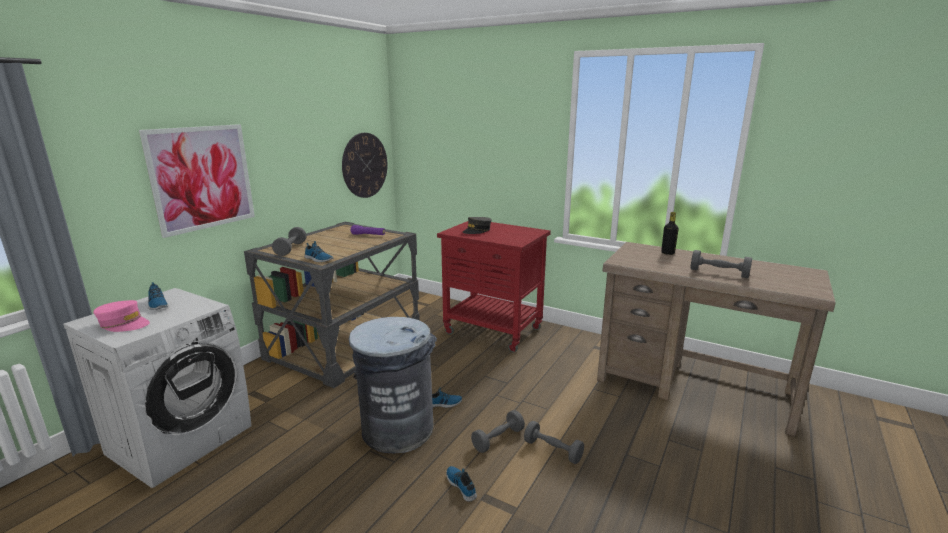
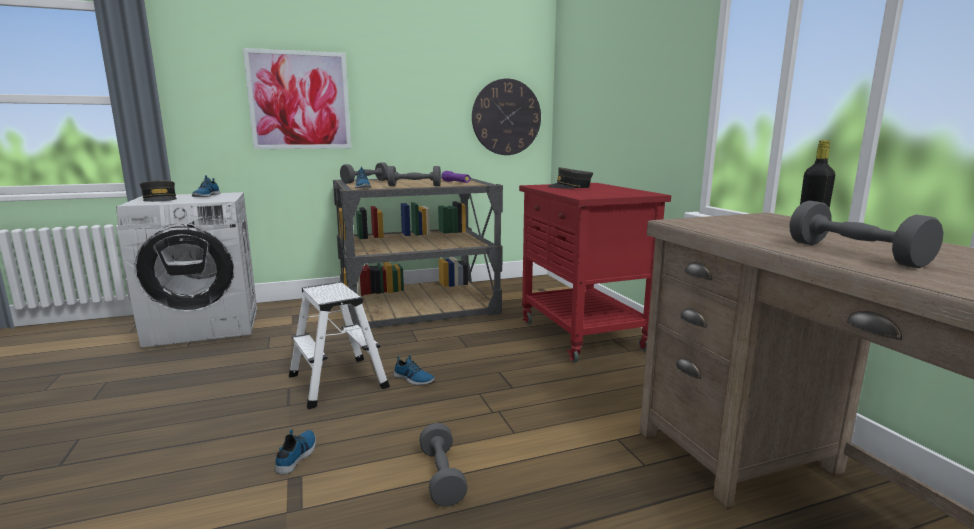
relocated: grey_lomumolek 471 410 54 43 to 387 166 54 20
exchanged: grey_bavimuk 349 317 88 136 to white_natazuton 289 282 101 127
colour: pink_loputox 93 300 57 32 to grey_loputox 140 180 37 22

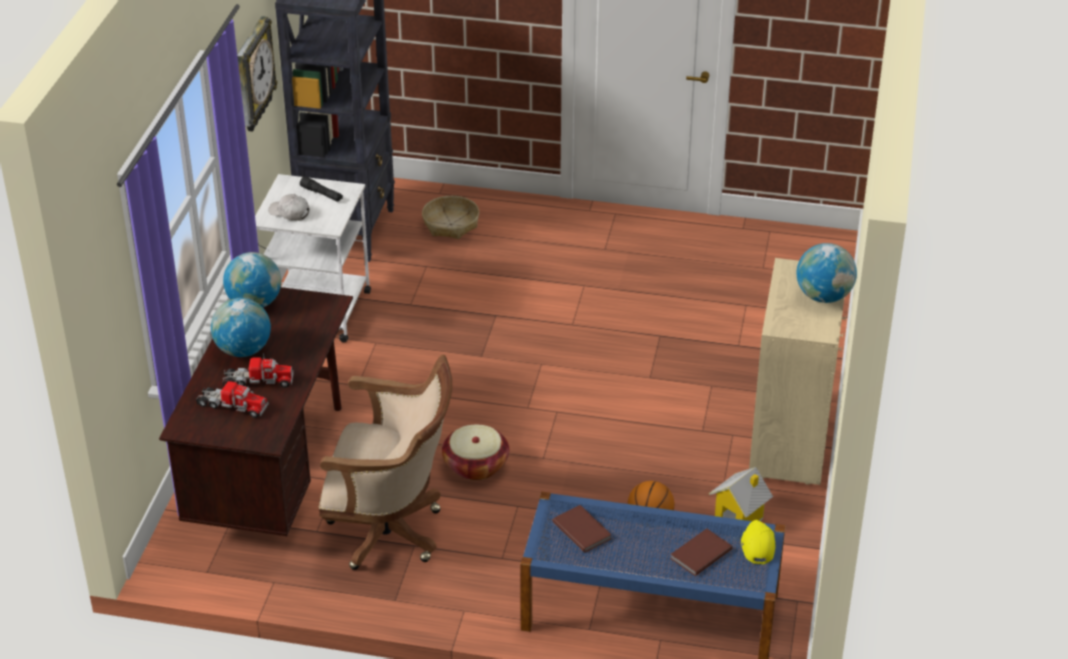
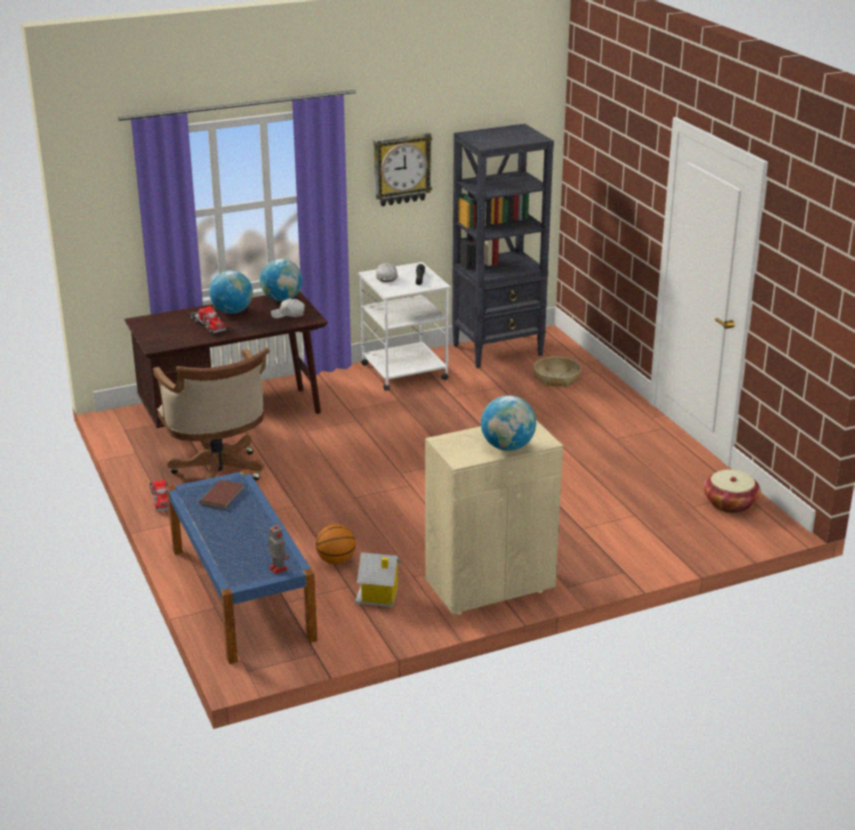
missing: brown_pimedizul 670 528 62 48
appeared: white_loputox 271 298 34 20
relocated: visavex 196 379 72 39 to 149 480 20 32; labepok 442 424 67 56 to 704 469 57 44
exchanged: yellow_loputox 741 520 35 44 to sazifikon 268 524 21 50

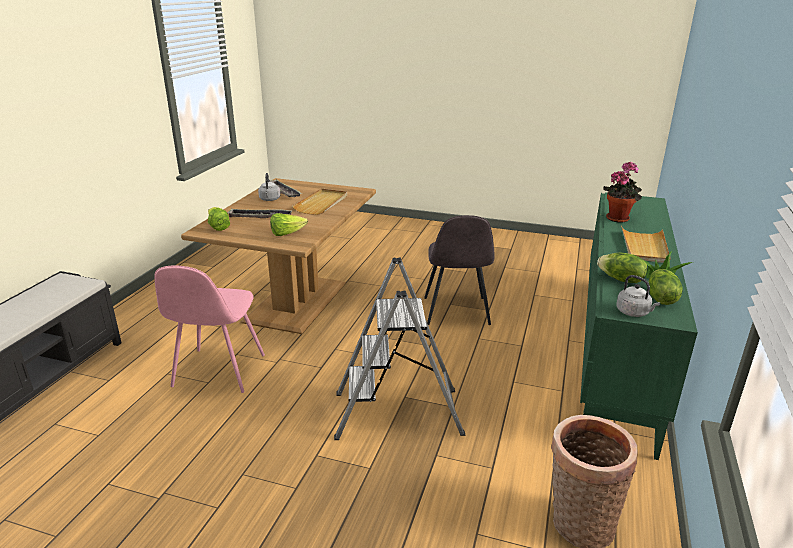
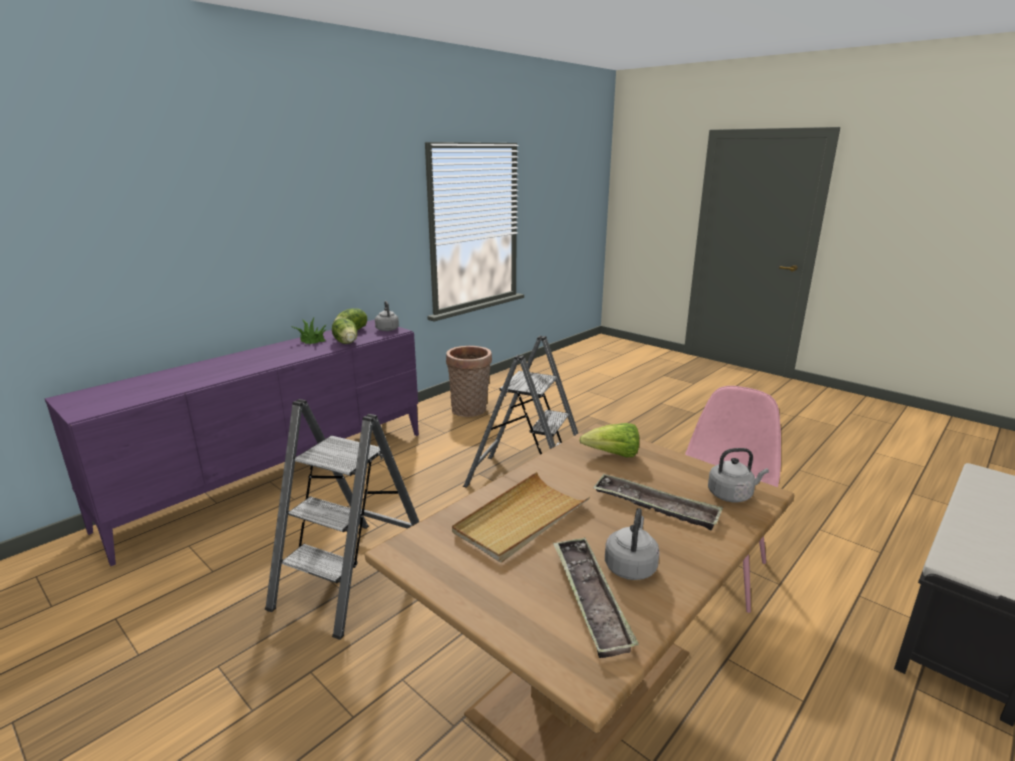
missing: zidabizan 603 161 39 62; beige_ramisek 621 226 50 37
exchanged: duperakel 208 207 22 24 to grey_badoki 708 448 61 54; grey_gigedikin 424 215 71 110 to grey_natazuton 265 399 154 241
colour: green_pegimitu 580 193 118 267 to purple_pegimitu 45 320 374 246

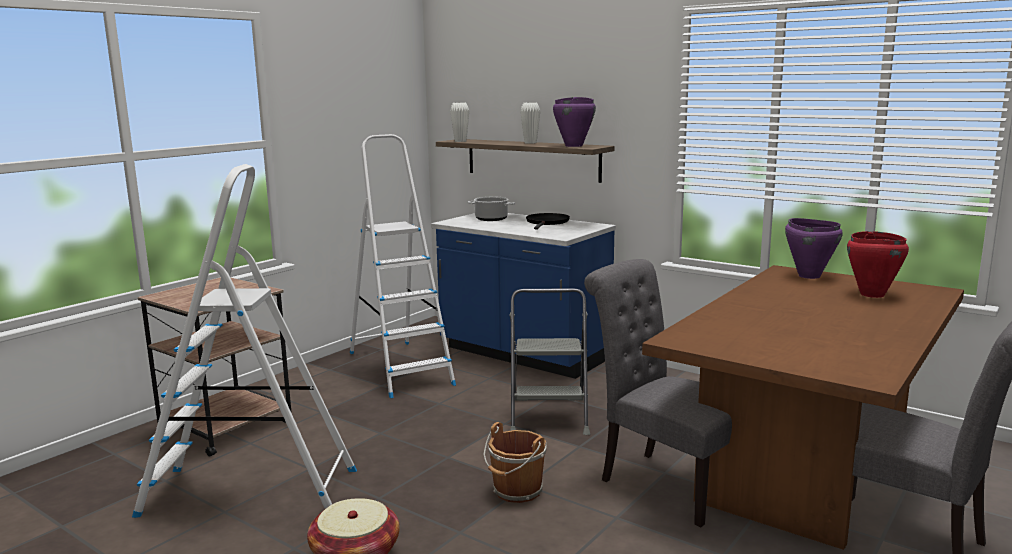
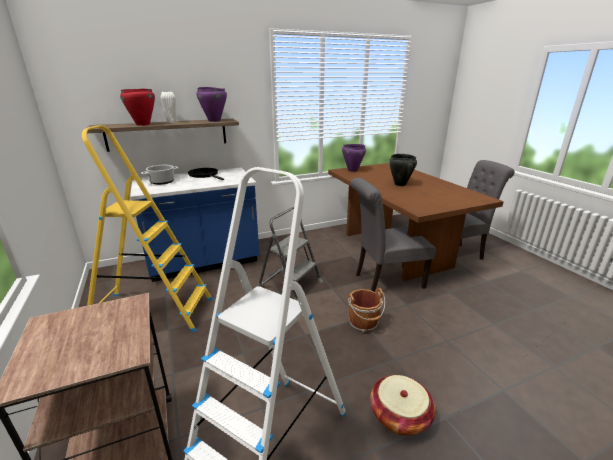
missing: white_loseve 450 102 19 40
appeared: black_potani 389 154 28 32
relocated: red_potani 847 231 62 67 to 120 89 35 37
colour: white_natazuton 350 134 106 264 to yellow_natazuton 82 125 131 207

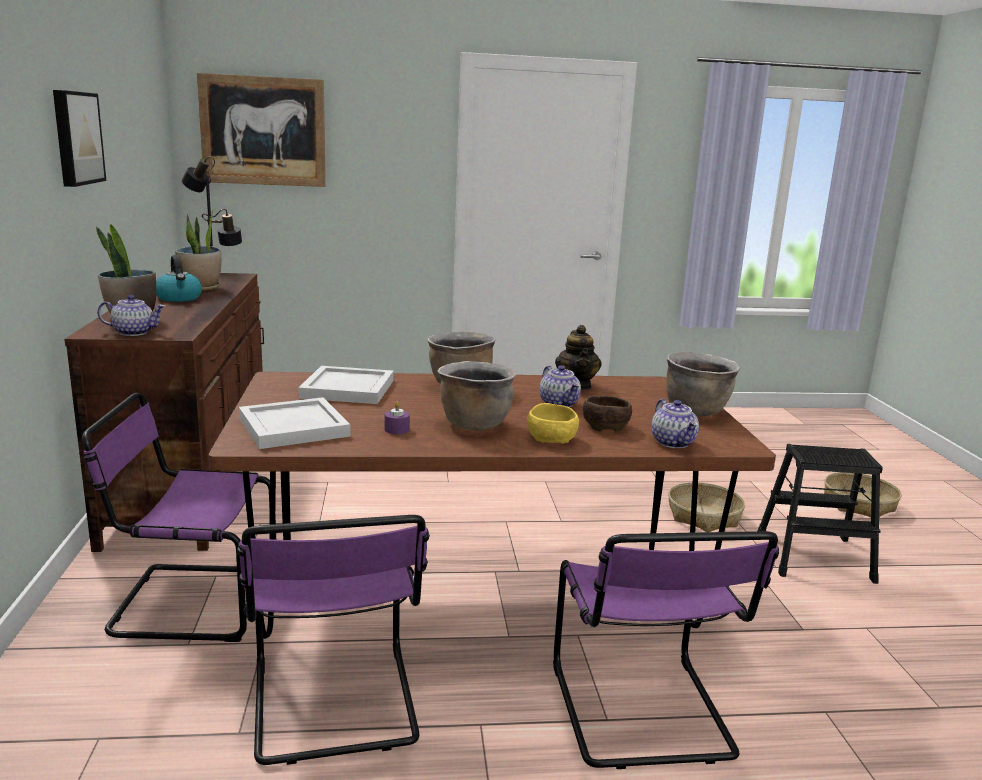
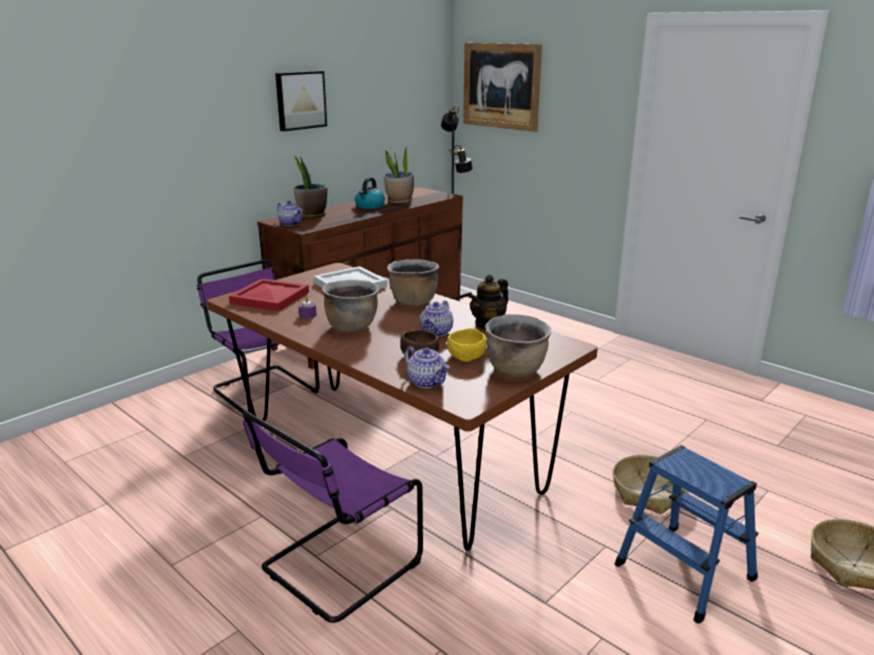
missing: purple_gigedikin 237 515 193 250
relocated: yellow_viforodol 527 403 52 41 to 447 328 40 34
colour: white_ramisek 239 397 112 52 to red_ramisek 229 279 80 32; black_natazuton 757 444 126 140 to blue_natazuton 615 445 143 179
spun: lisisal 651 399 48 49 = 404 347 46 41 75 degrees counterclockwise

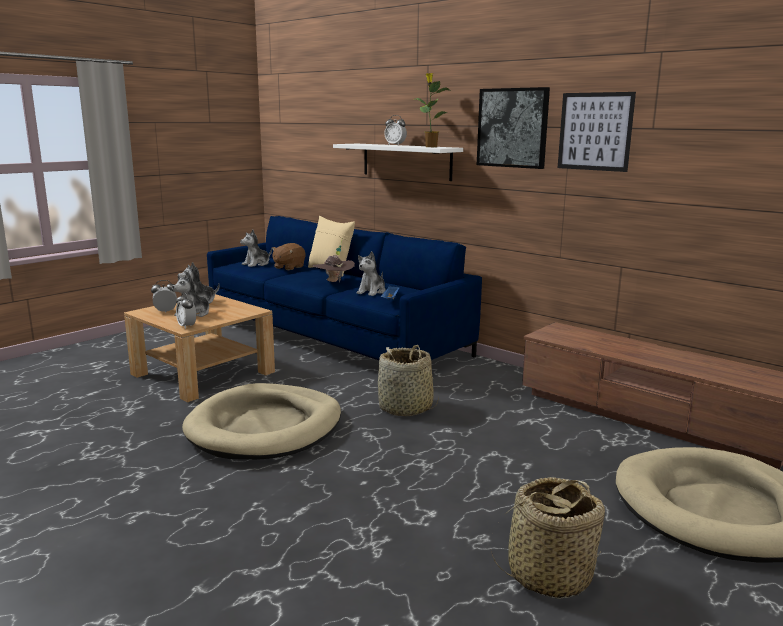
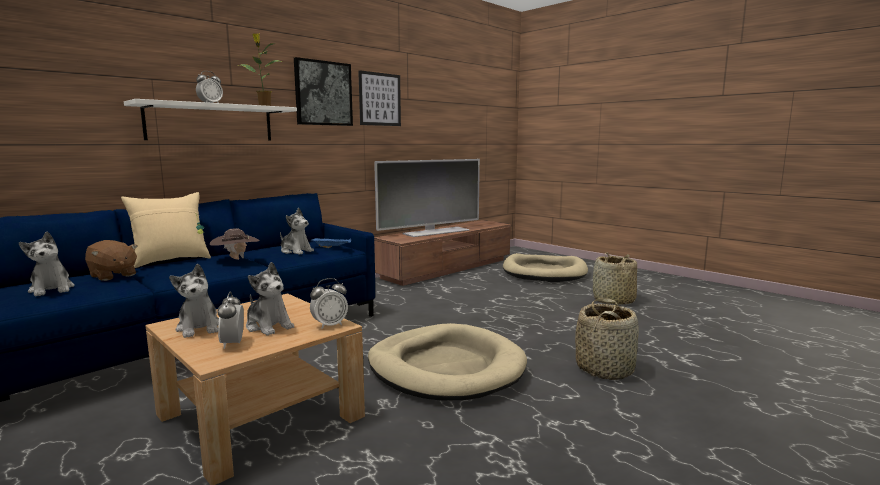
appeared: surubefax 374 159 106 78
relocated: labepok 378 345 61 71 to 575 298 64 82

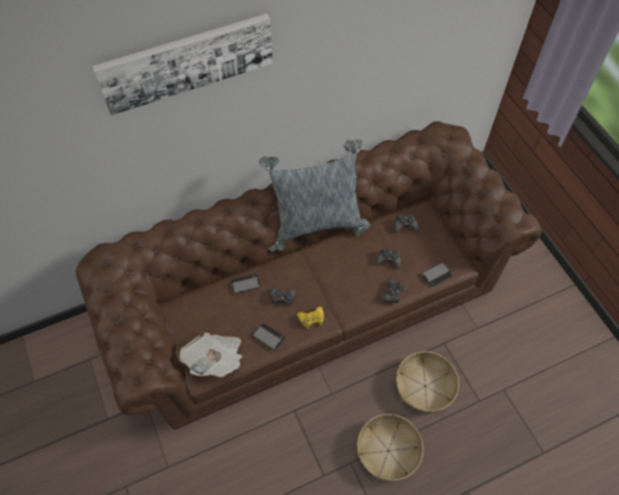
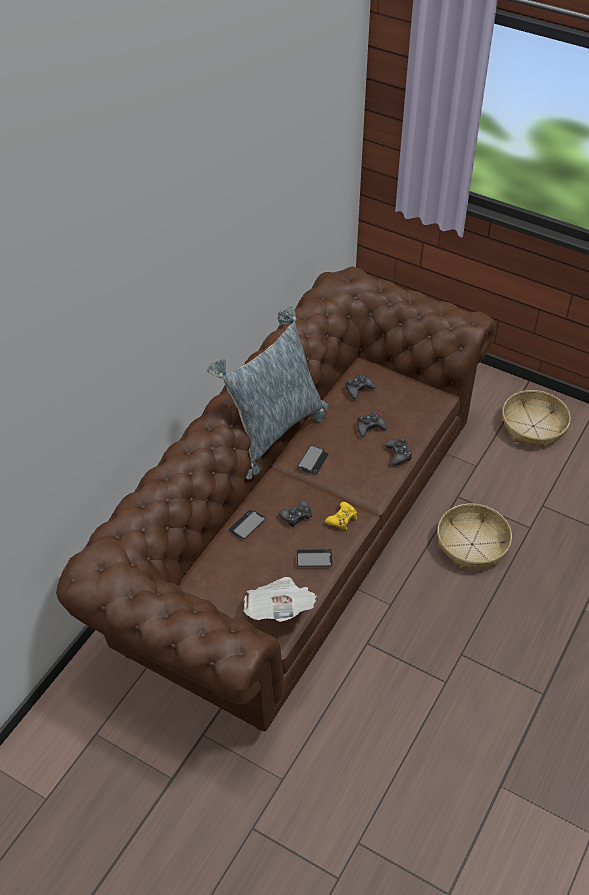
missing: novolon 92 13 181 103
relocated: labepok 357 414 67 67 to 502 390 69 59; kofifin 422 262 30 25 to 297 445 32 30

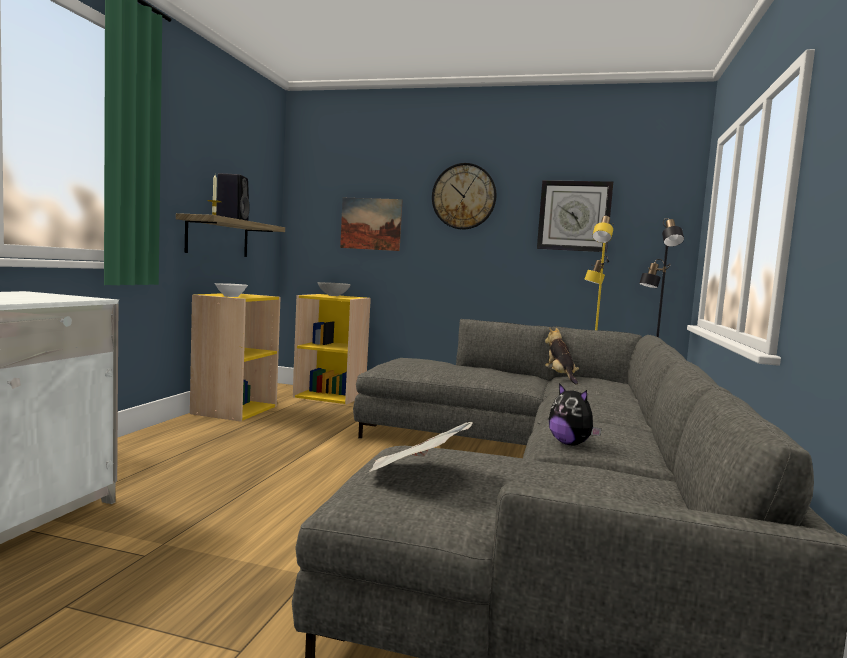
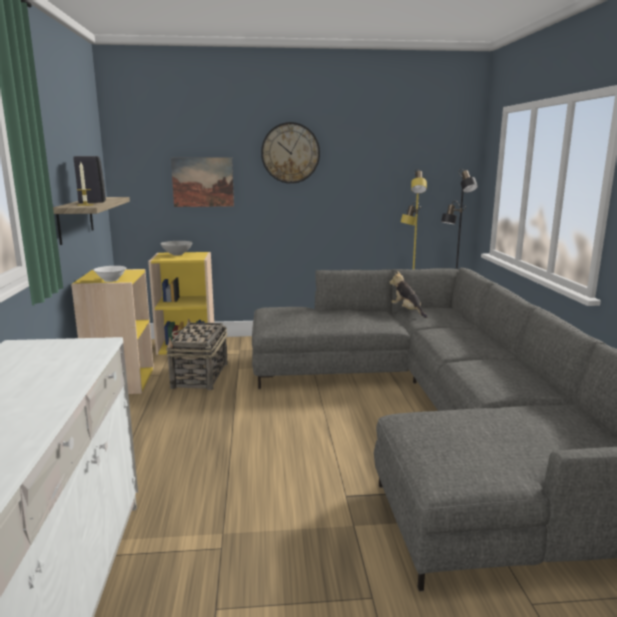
missing: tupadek 367 422 106 51; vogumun 537 180 76 72; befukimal 549 383 53 62
appeared: labepok 166 318 62 72

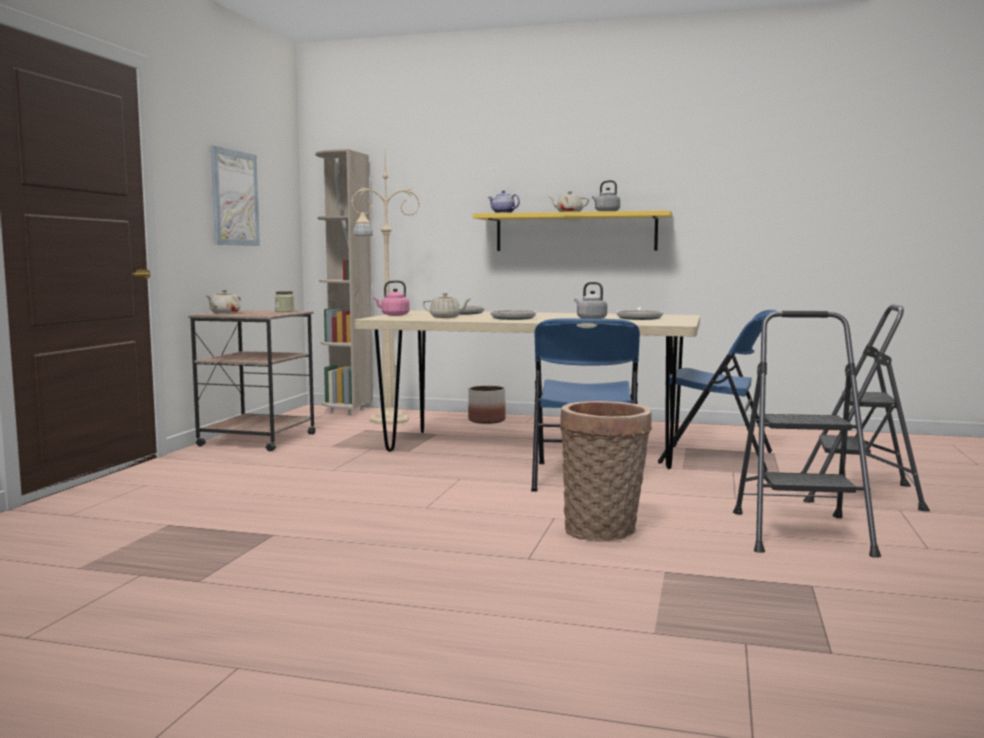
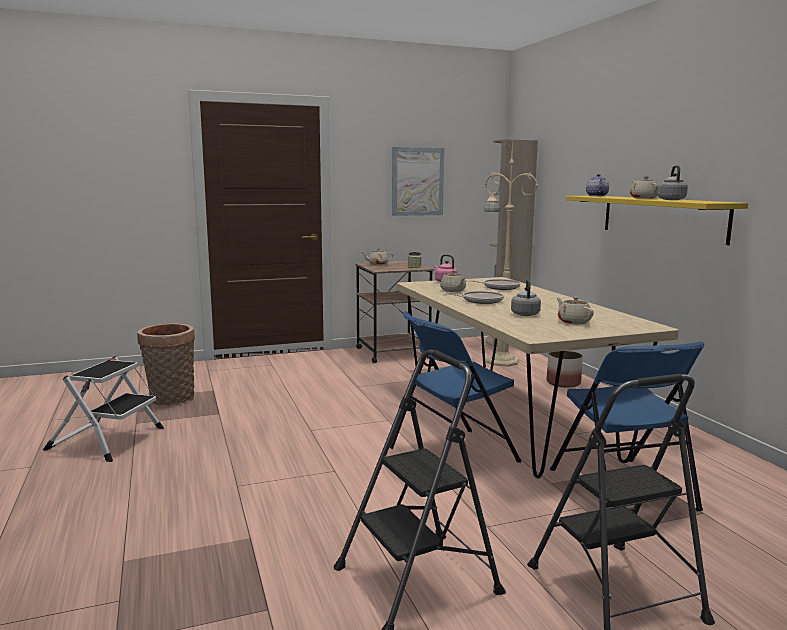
appeared: natazuton 43 356 121 106
relocated: labepok 560 401 92 140 to 137 323 58 83
exchanged: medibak 616 307 47 13 to beige_lisisal 557 297 37 27

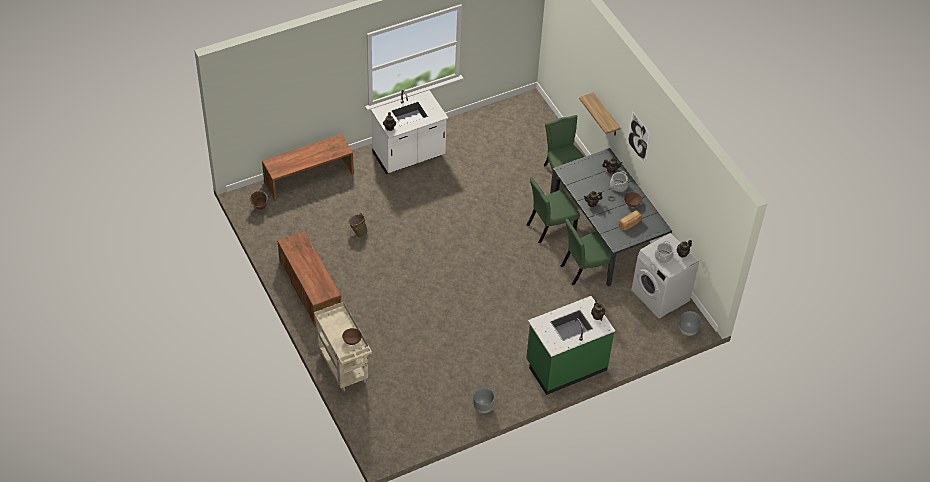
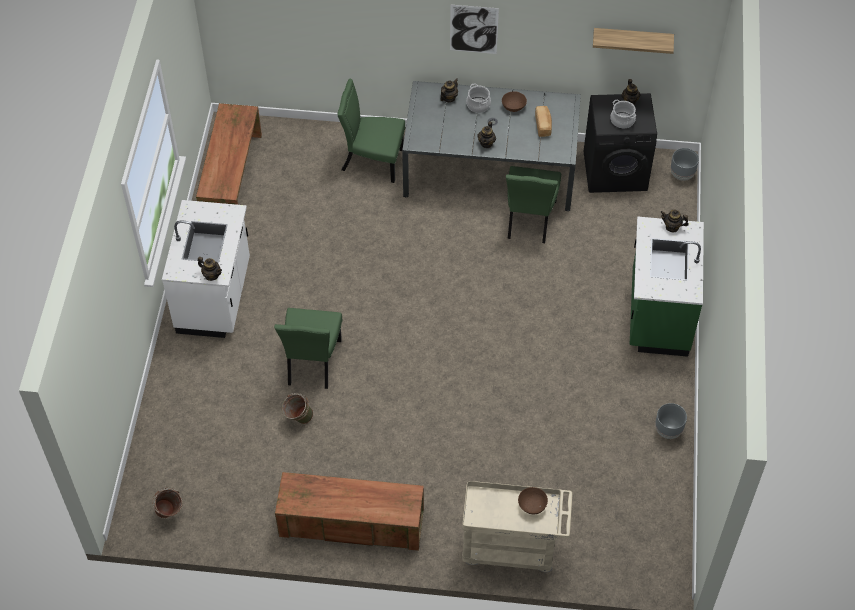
relocated: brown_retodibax 262 134 92 67 to 196 103 66 102; green_gigedikin 527 178 53 65 to 274 308 68 81; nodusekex 579 93 41 42 to 593 28 81 26
colour: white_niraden 631 233 68 86 to black_niraden 583 93 74 100

